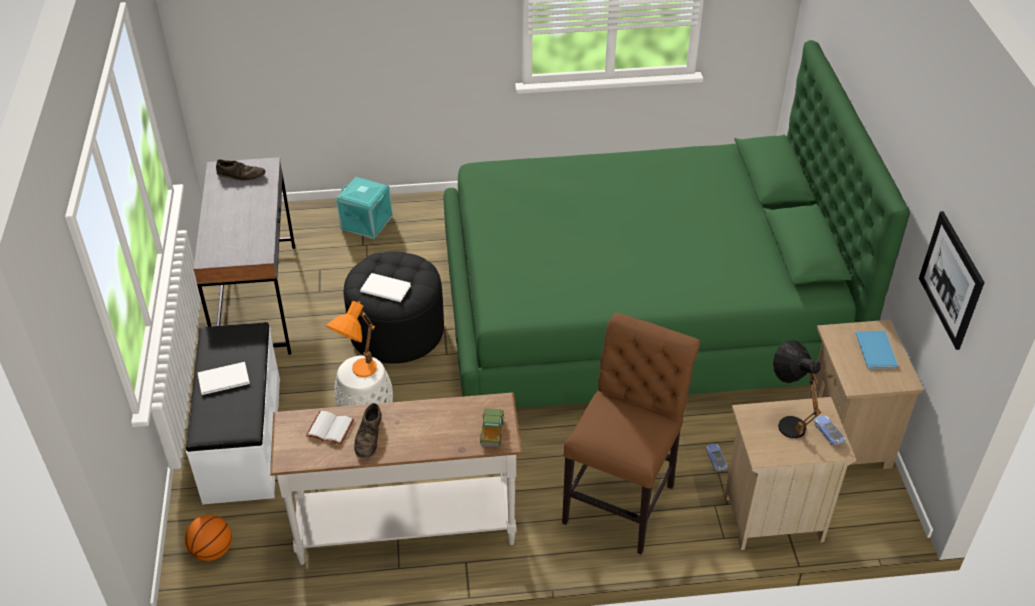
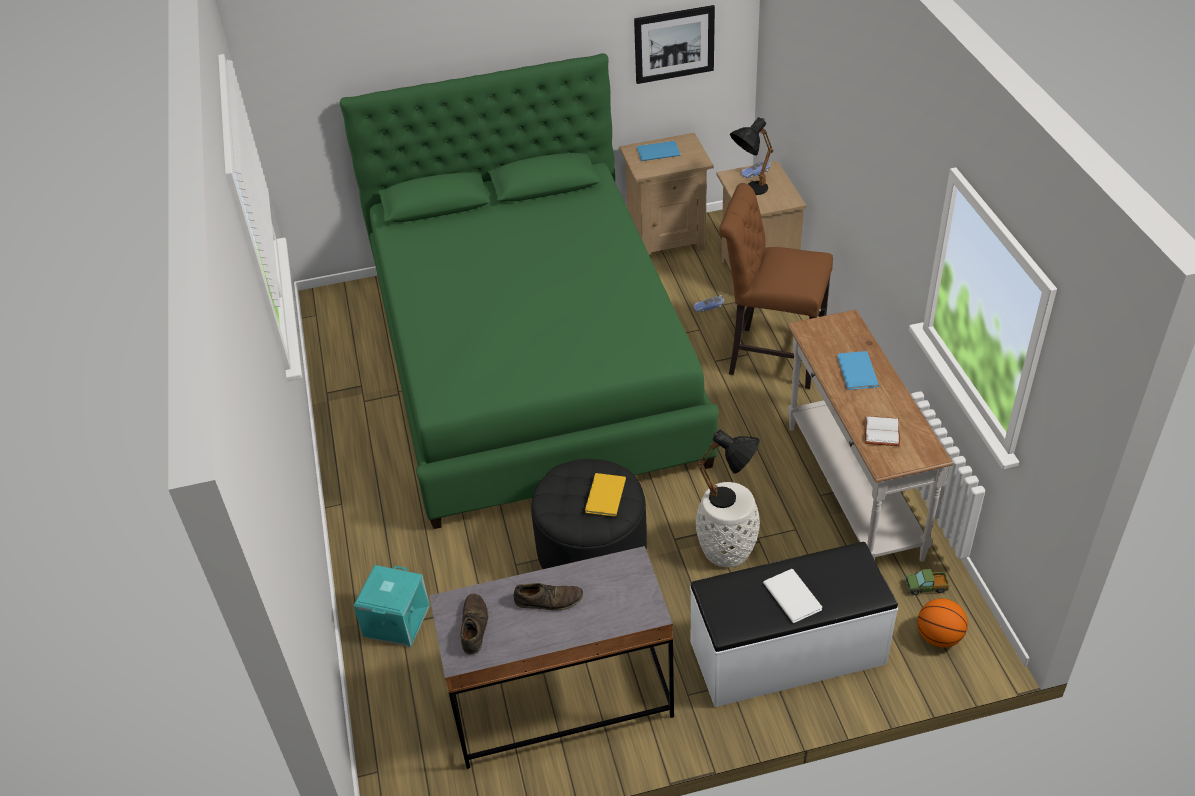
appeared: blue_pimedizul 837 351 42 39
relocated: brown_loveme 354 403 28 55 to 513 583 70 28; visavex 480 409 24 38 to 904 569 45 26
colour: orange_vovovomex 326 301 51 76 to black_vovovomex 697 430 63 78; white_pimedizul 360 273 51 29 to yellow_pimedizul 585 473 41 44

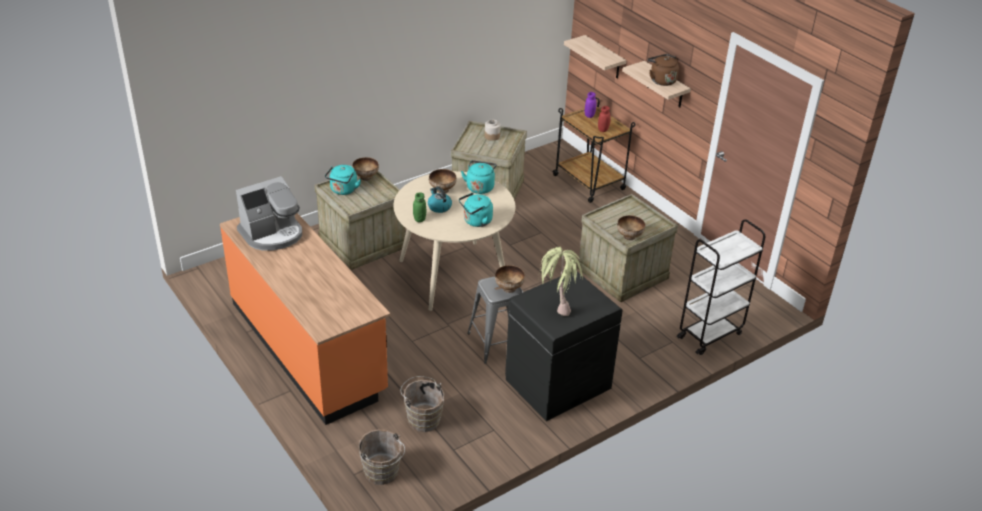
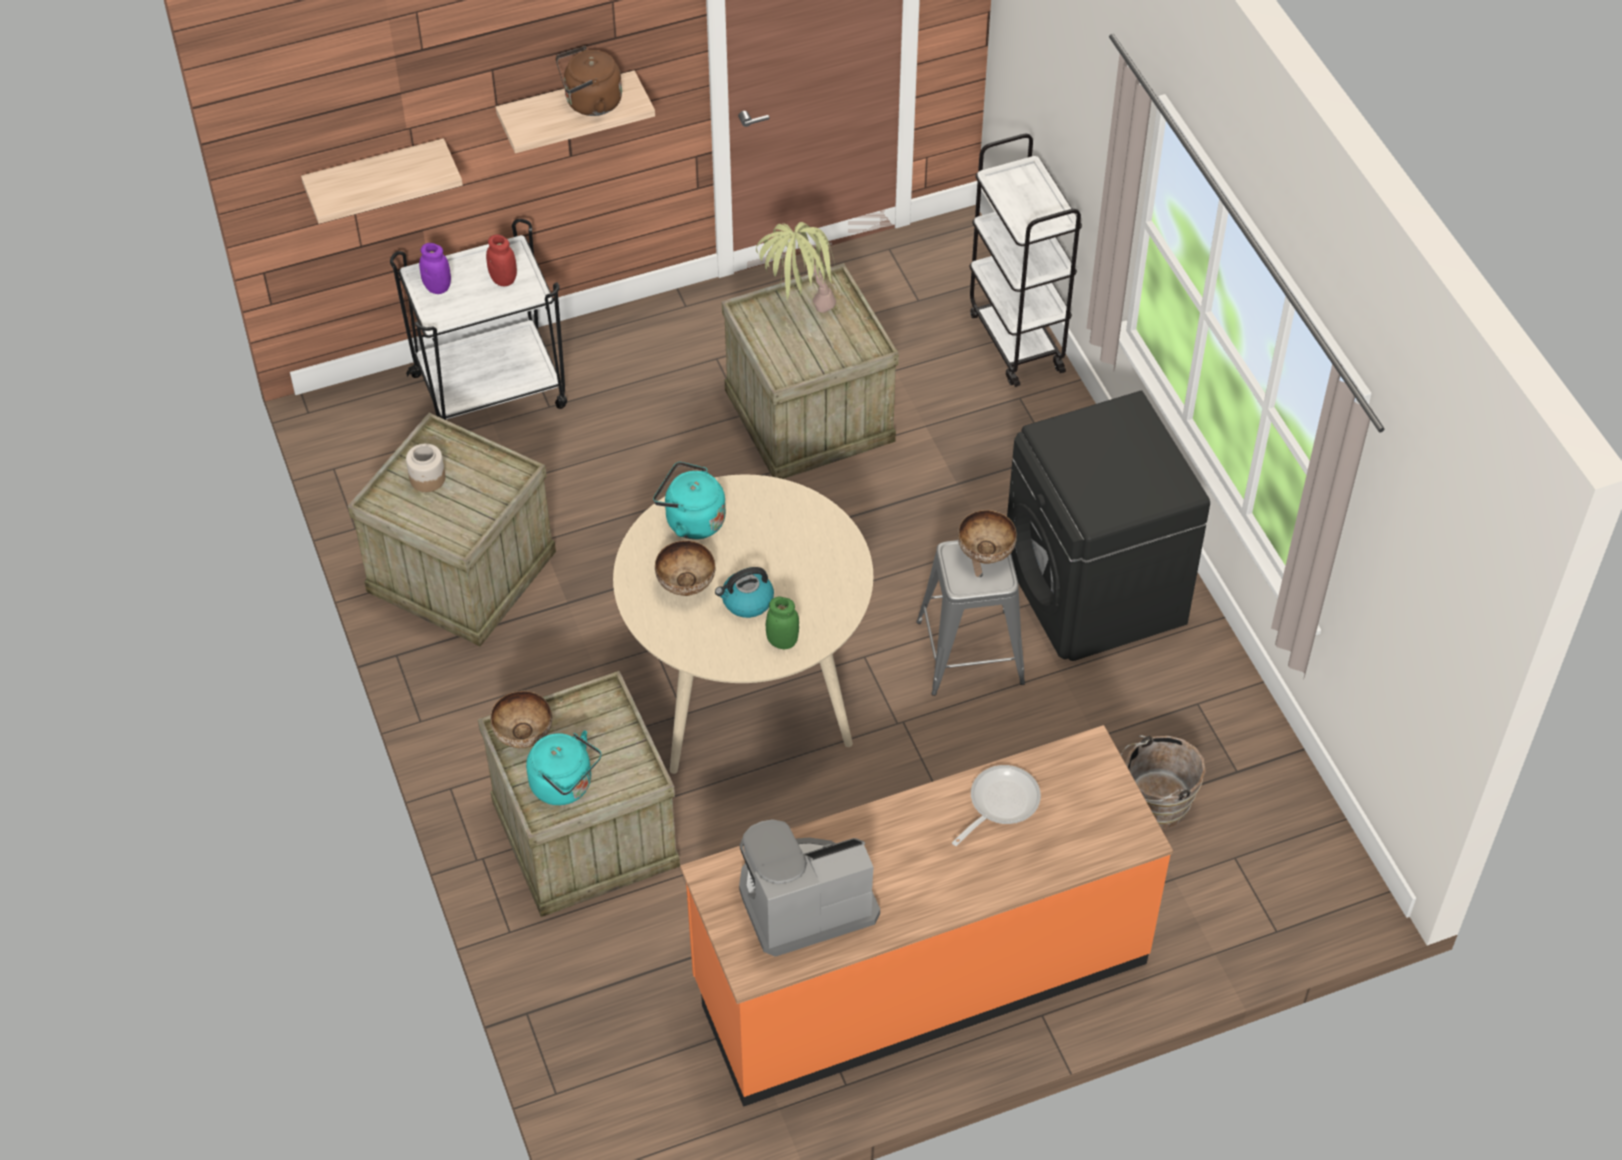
missing: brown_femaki 359 429 46 56; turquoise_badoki 459 192 34 35; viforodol 617 215 28 25
appeared: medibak 952 765 89 81
relocated: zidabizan 538 247 45 69 to 756 222 80 91
colour: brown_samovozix 552 97 83 106 to white_samovozix 390 219 177 201
spun: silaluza 236 176 66 75 = 739 819 141 138 90 degrees counterclockwise

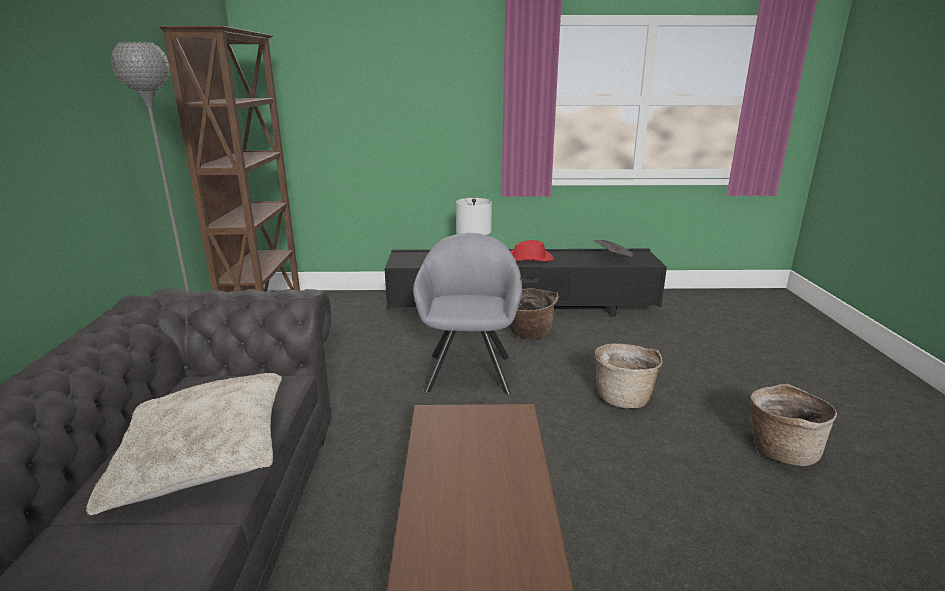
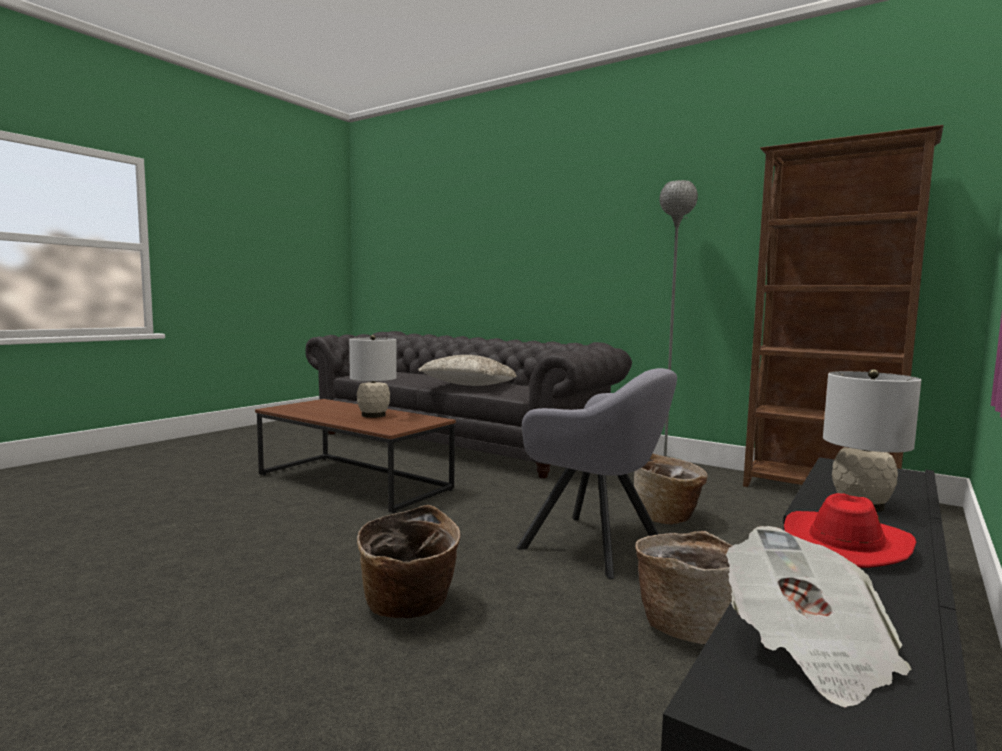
appeared: white_vovovomex 349 335 48 83
relocated: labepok 751 384 86 82 to 633 454 75 71

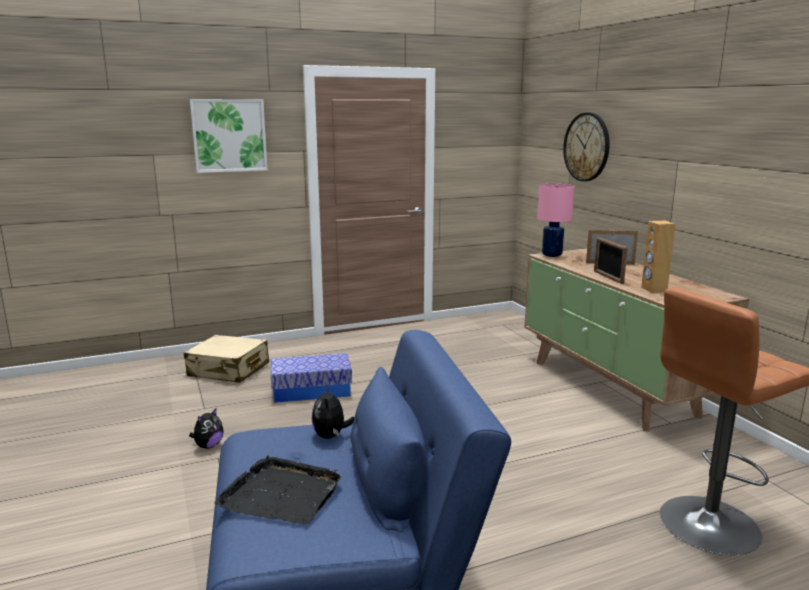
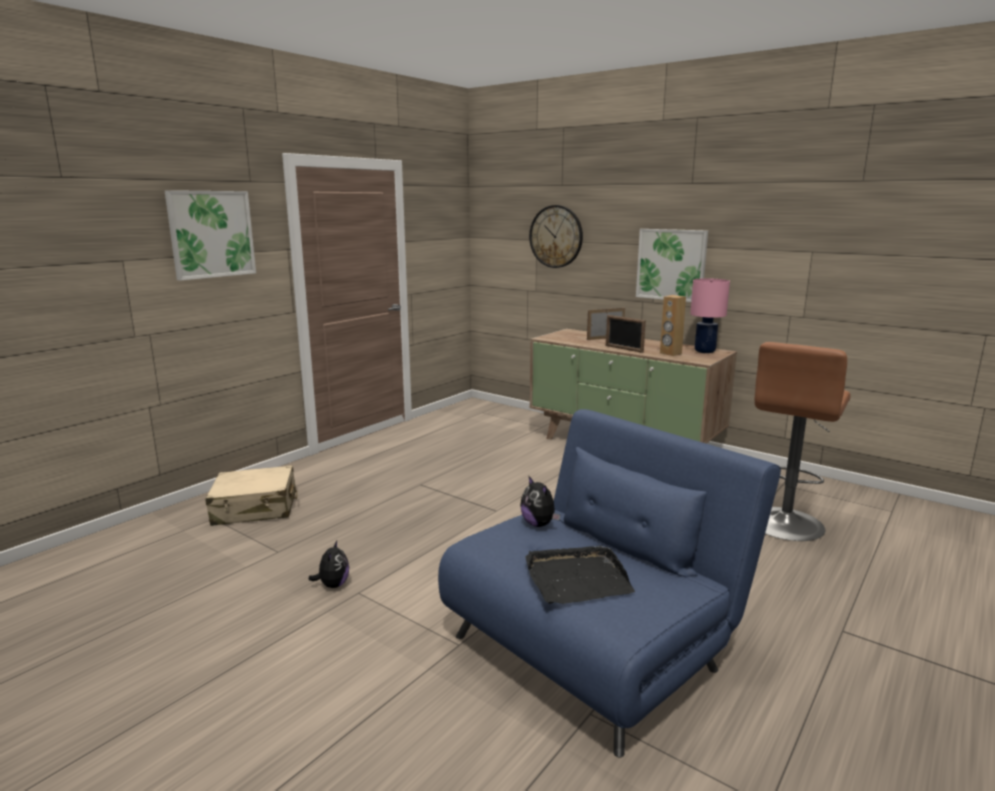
missing: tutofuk 271 353 81 50
appeared: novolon 636 229 72 73
relocated: pink_vovovomex 537 184 38 73 to 690 278 40 75

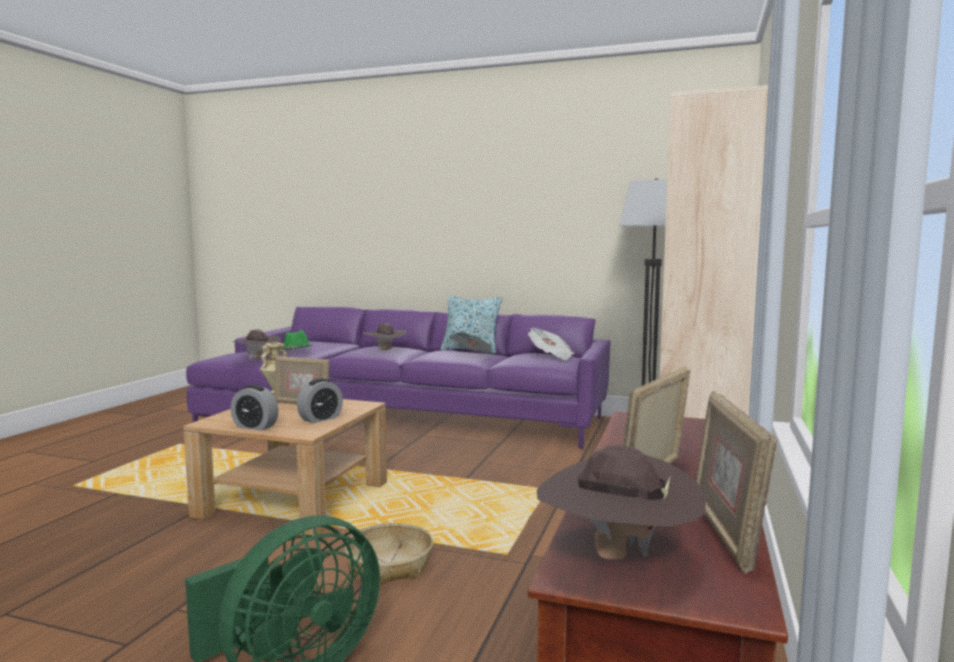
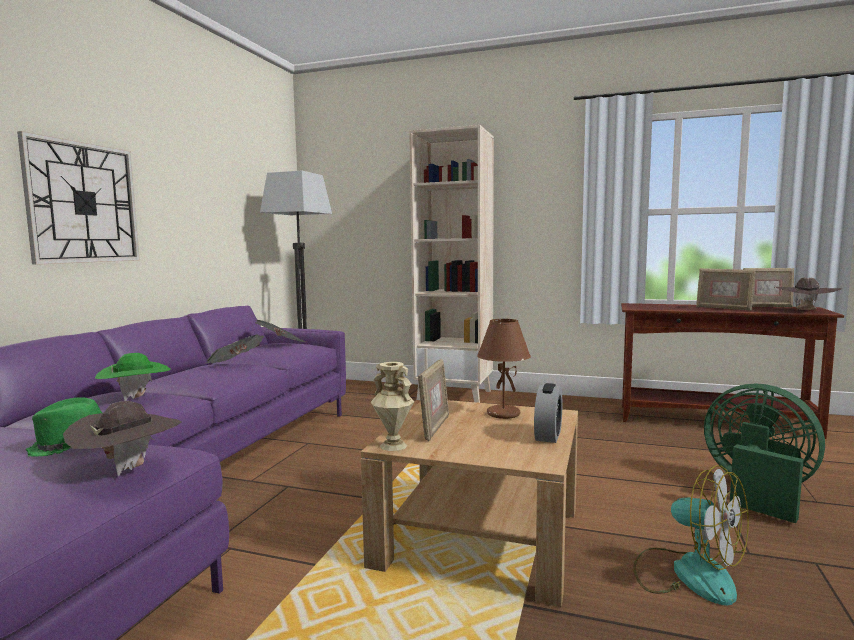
missing: labepok 344 523 89 62; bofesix 441 296 61 58
appeared: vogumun 17 131 123 134; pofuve 633 465 116 140
exchanged: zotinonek 297 378 46 45 to brown_vovovomex 477 319 54 100
colour: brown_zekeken 363 323 44 27 to green_zekeken 95 353 75 48

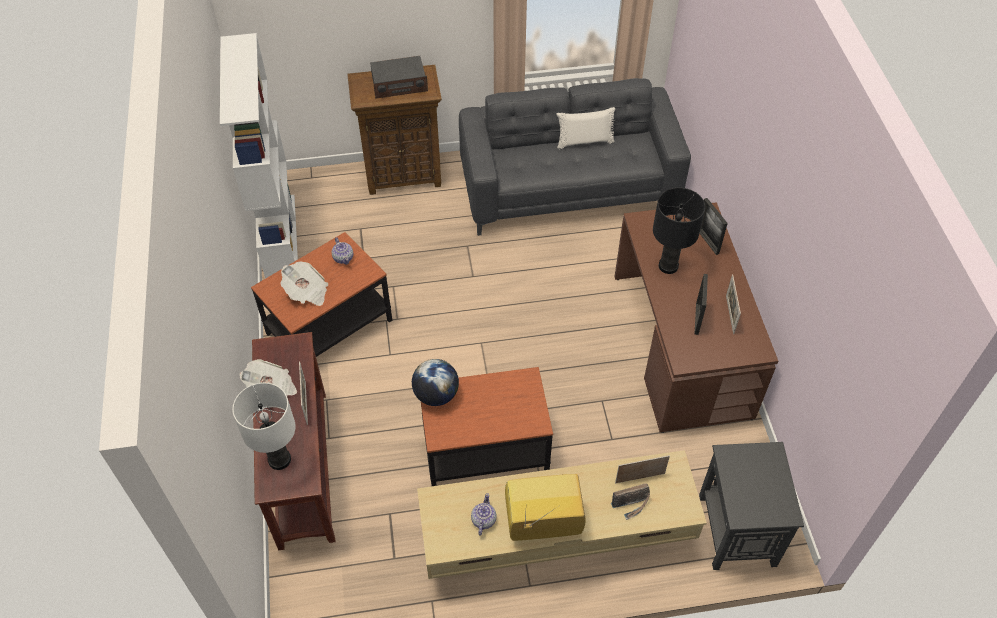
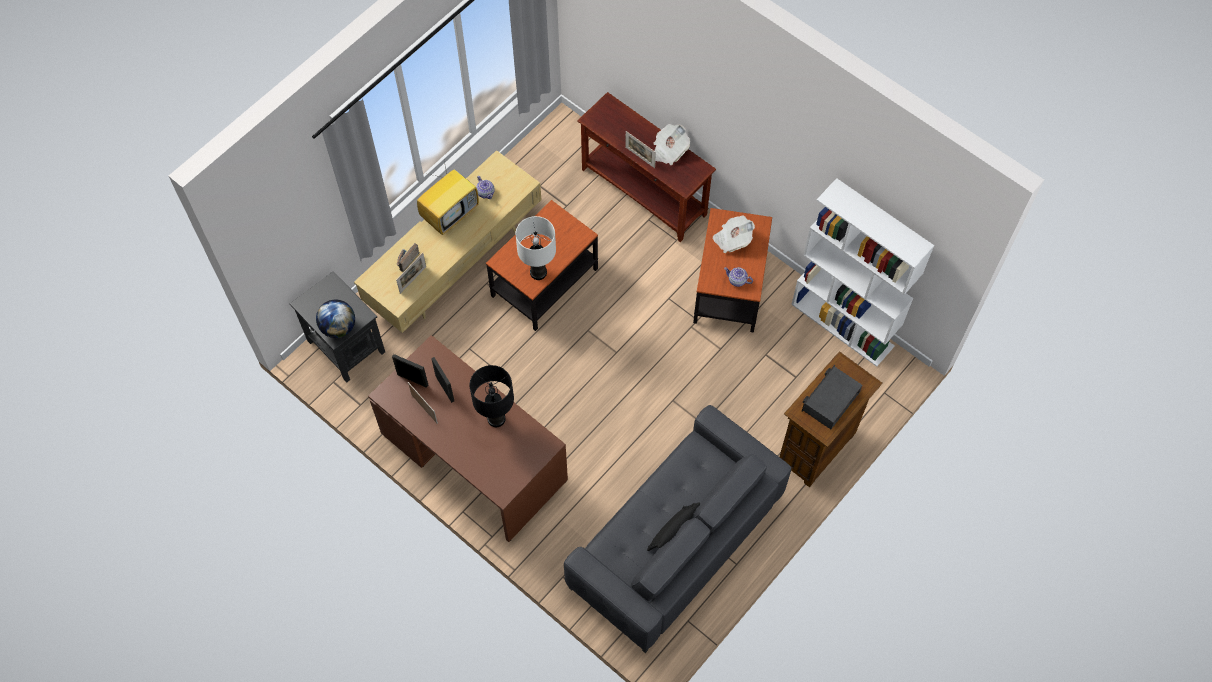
relocated: white_vovovomex 232 383 64 87 to 515 216 41 64; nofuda 412 359 47 47 to 316 300 39 38; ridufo 699 198 29 57 to 392 354 36 34
colour: white_bofesix 556 107 59 42 to black_bofesix 647 502 53 49

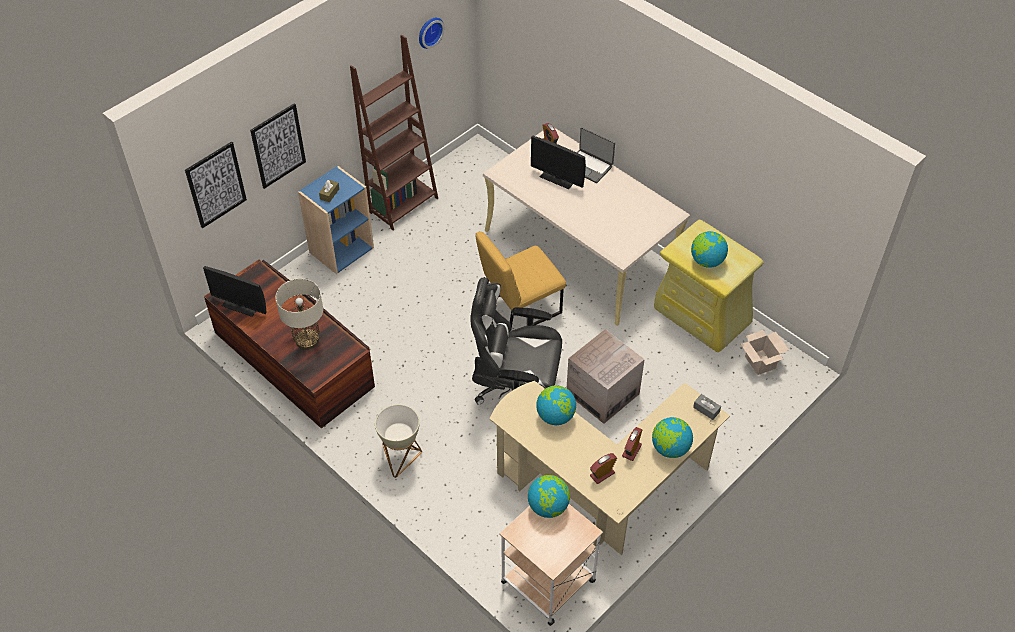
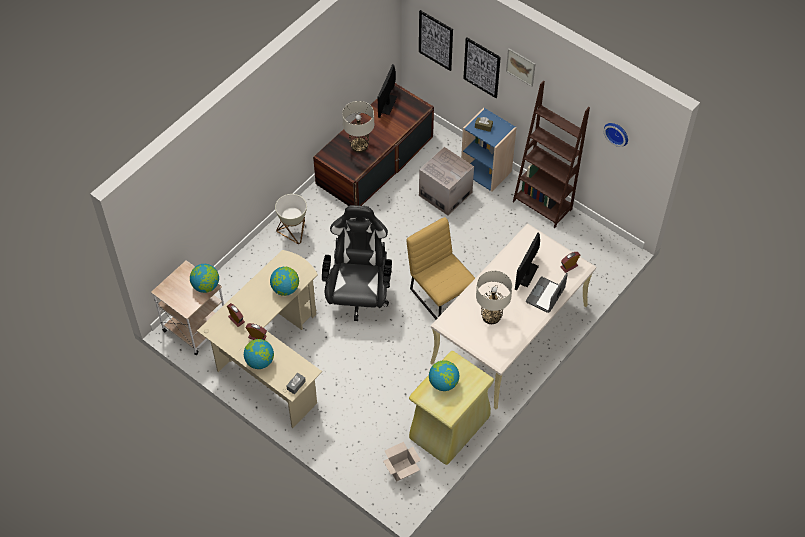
appeared: vovovomex 476 270 37 54; novolon 506 49 29 38
relocated: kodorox 567 329 78 95 to 419 147 55 69

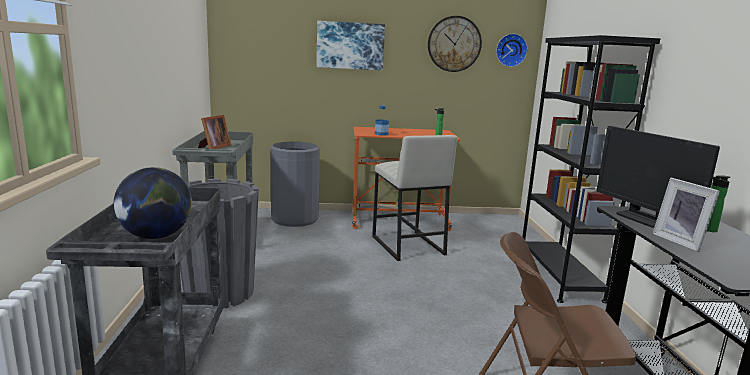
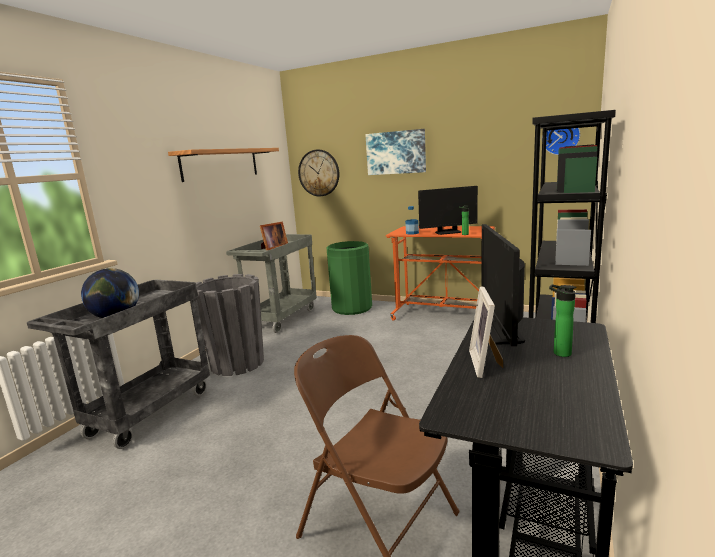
missing: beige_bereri 372 135 85 126
appeared: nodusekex 168 148 111 34; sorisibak 418 186 60 49
relocated: vogumun 428 16 54 56 to 298 150 41 47
colour: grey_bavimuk 271 142 49 85 to green_bavimuk 327 241 45 74

